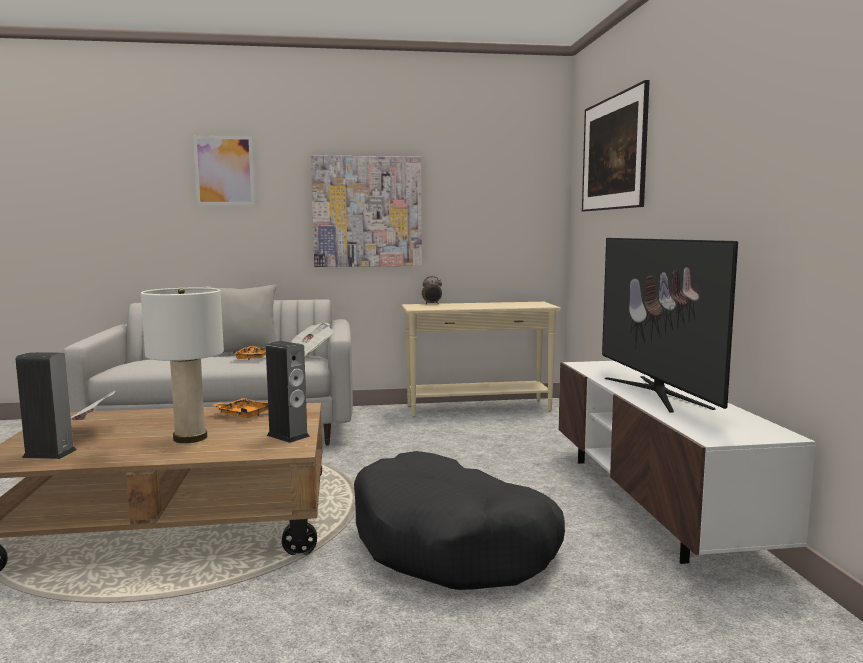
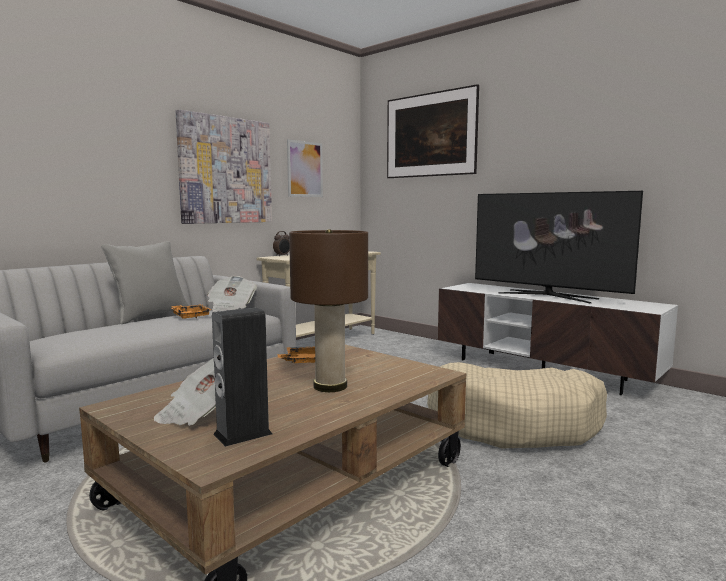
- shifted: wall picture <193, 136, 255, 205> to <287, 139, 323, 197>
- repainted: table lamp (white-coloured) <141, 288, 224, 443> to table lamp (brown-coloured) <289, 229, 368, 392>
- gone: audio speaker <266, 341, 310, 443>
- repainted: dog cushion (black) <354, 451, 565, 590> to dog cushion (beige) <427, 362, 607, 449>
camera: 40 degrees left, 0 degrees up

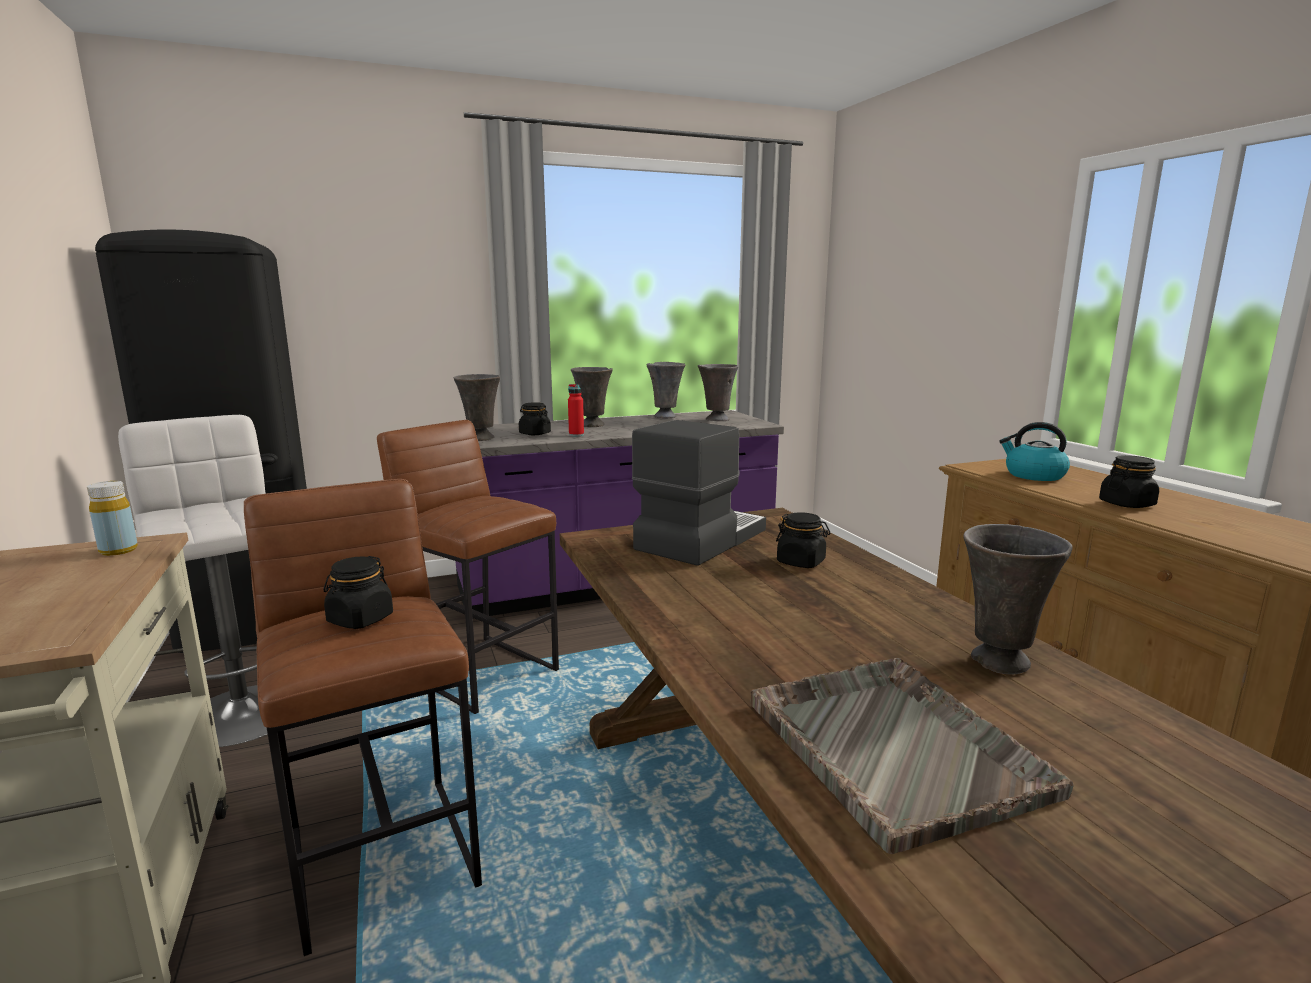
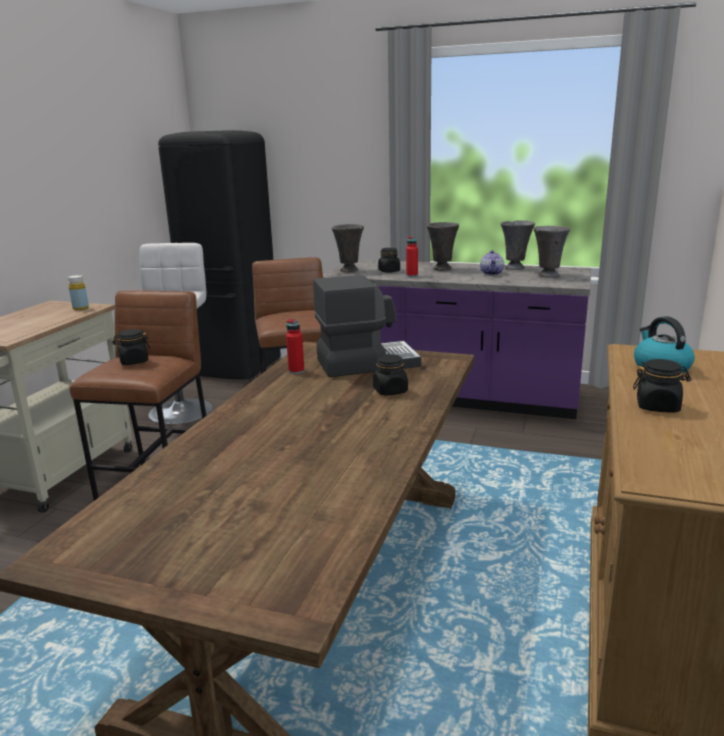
- gone: flower vase (gray) <963, 524, 1073, 675>
- gone: tray (gray) <750, 658, 1074, 854>
- new: pot for tea <480, 250, 504, 275>
- new: drink bottle (reddish) <286, 319, 304, 374>
camera: 40 degrees right, 5 degrees up

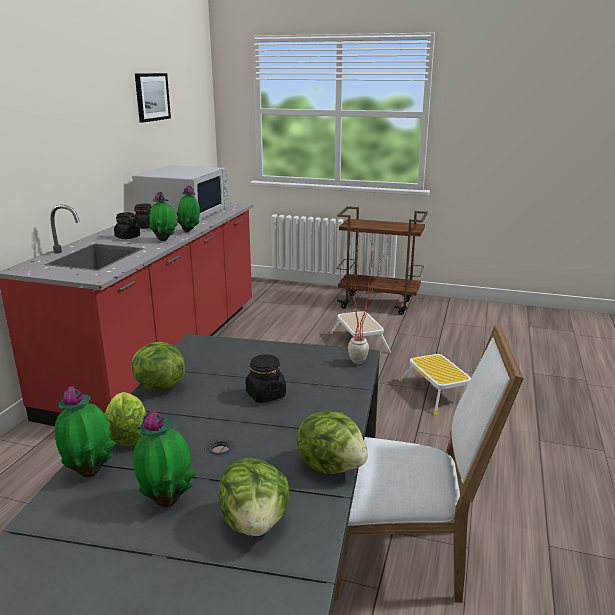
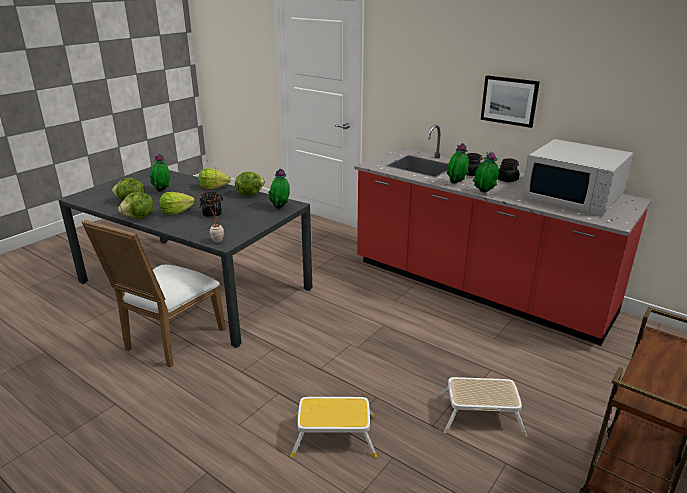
- shifted: wall picture <135, 73, 171, 123> to <481, 75, 540, 128>
- shifted: houseplant <55, 386, 116, 477> to <268, 169, 290, 209>
- new: head of lettuce <159, 192, 195, 215>
camera: 110 degrees right, 5 degrees up

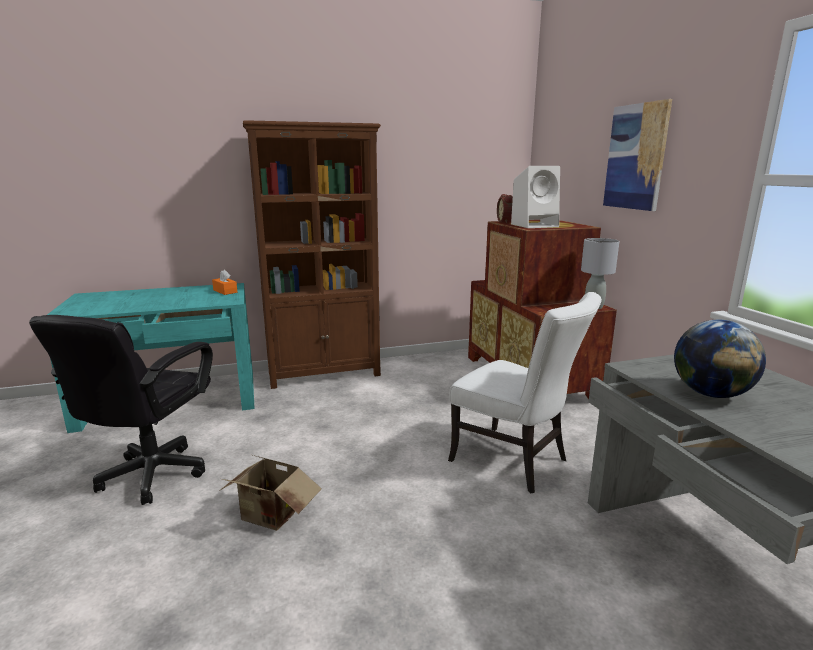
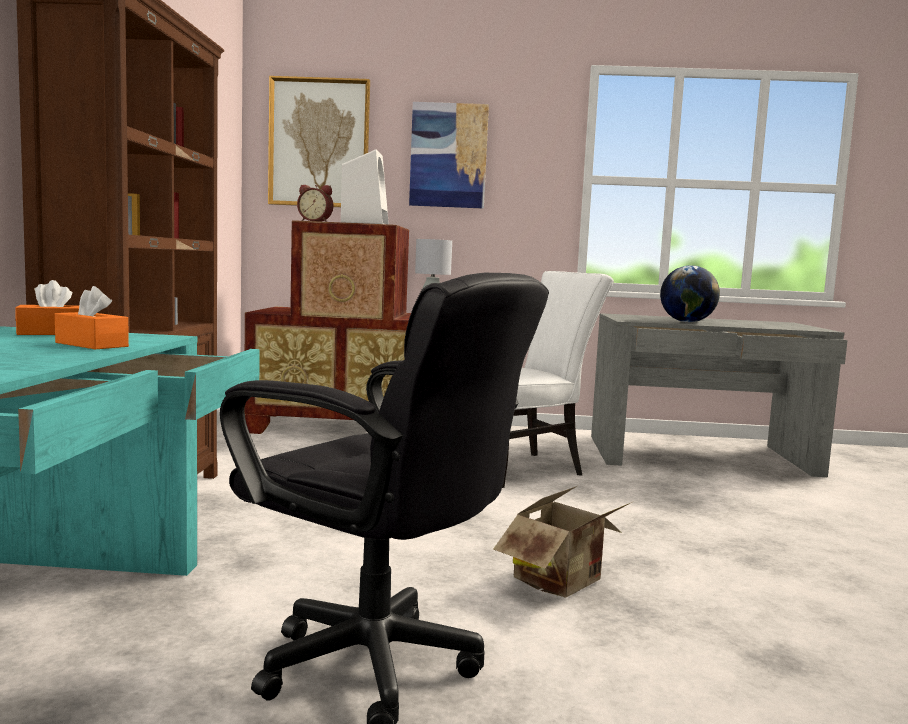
- new: wall picture <268, 76, 370, 207>
- new: tissue box (orange) <55, 286, 129, 349>
camera: 70 degrees left, 10 degrees down

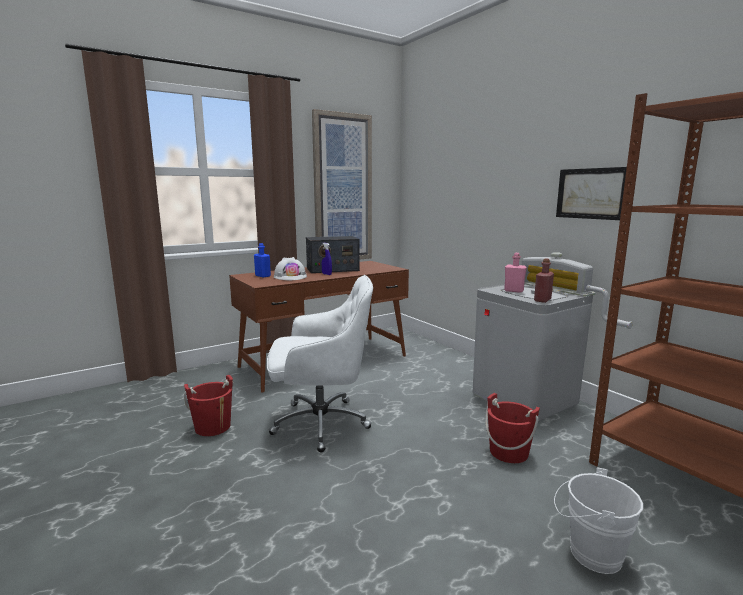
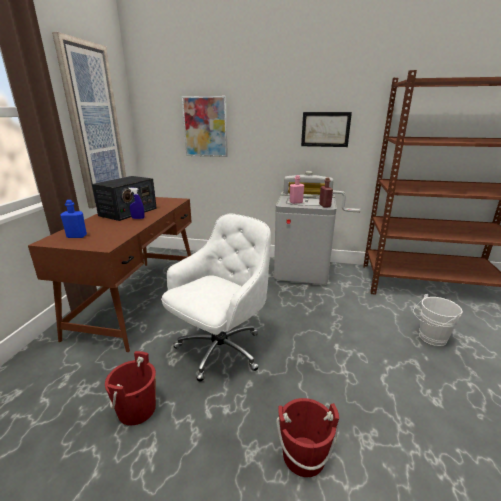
- gone: work helmet (white-coloured) <274, 257, 307, 280>
- shifted: water bucket (reddish) <485, 393, 540, 463> to <276, 398, 339, 477>
- new: wall picture <182, 96, 228, 157>
camera: 45 degrees left, 10 degrees up

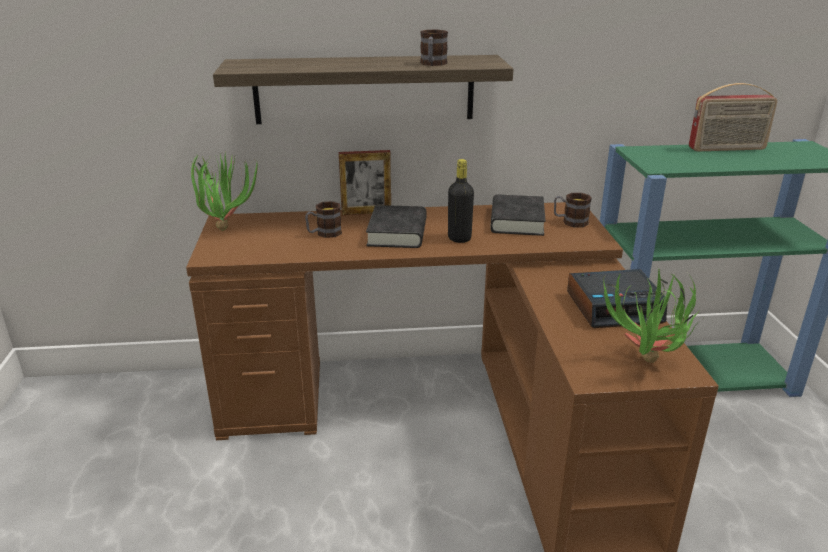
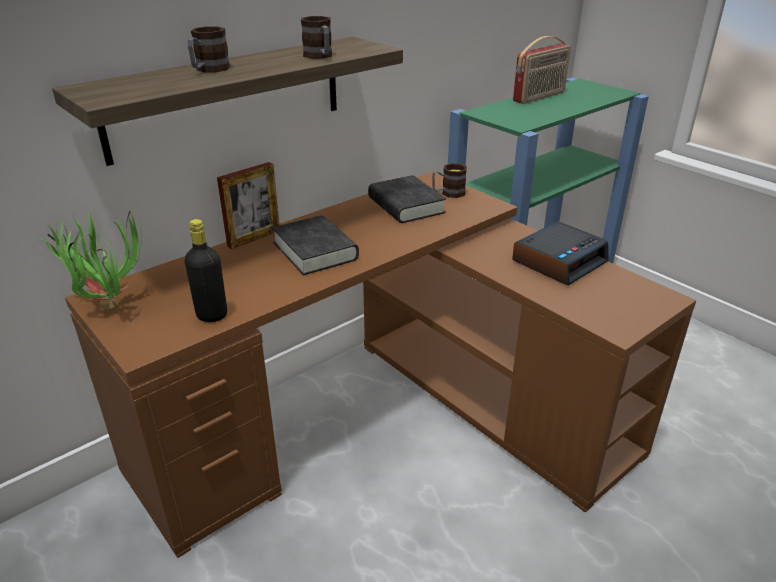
- shifted: drink bottle (black) <448, 159, 474, 243> to <184, 219, 227, 322>
- shifted: tea mug <305, 201, 342, 238> to <188, 26, 230, 72>
- gone: houseplant <603, 269, 700, 363>
camera: 35 degrees left, 5 degrees up

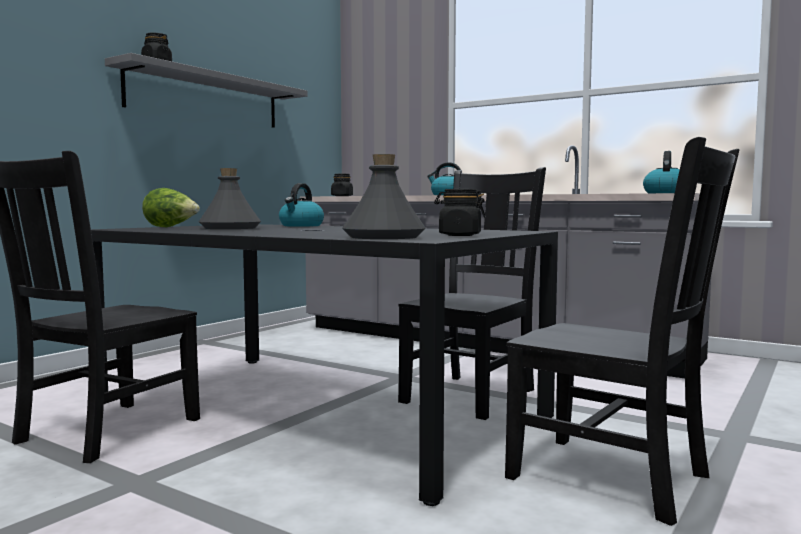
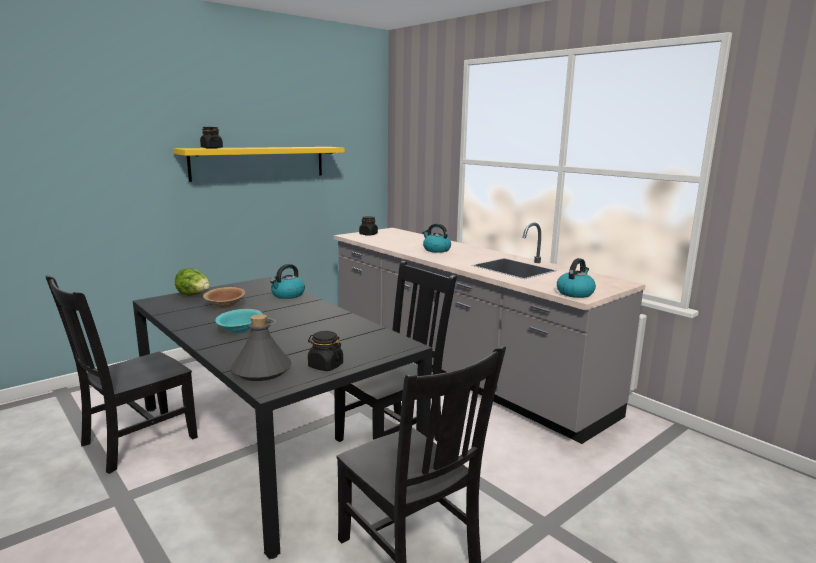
- repainted: wall shelf (gray) <105, 53, 308, 128> to wall shelf (yellowish) <173, 147, 345, 182>
- swapped: drink bottle (gray) <199, 168, 261, 229> to bowl (brown-coloured) <203, 287, 246, 308>
- new: bowl (blue-green) <215, 309, 263, 333>
camera: 15 degrees right, 10 degrees up

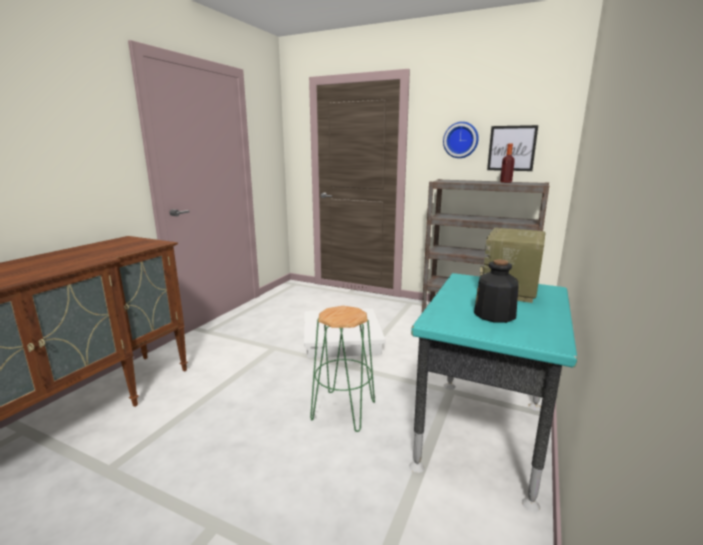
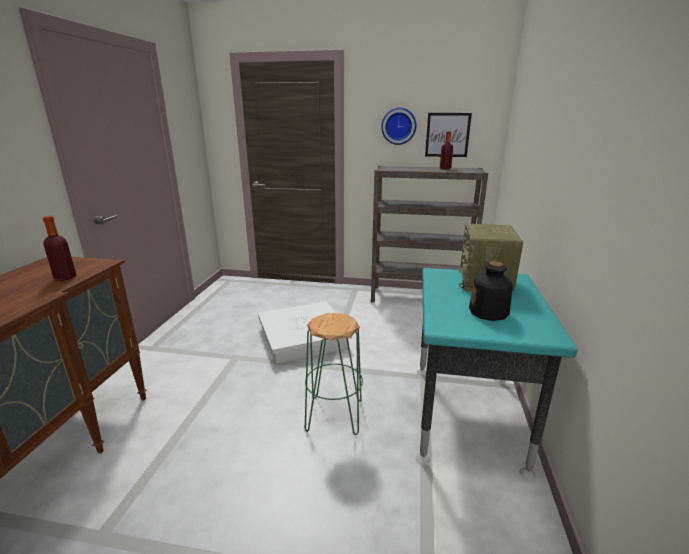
- new: drink bottle <43, 216, 76, 281>
camera: 15 degrees left, 5 degrees up

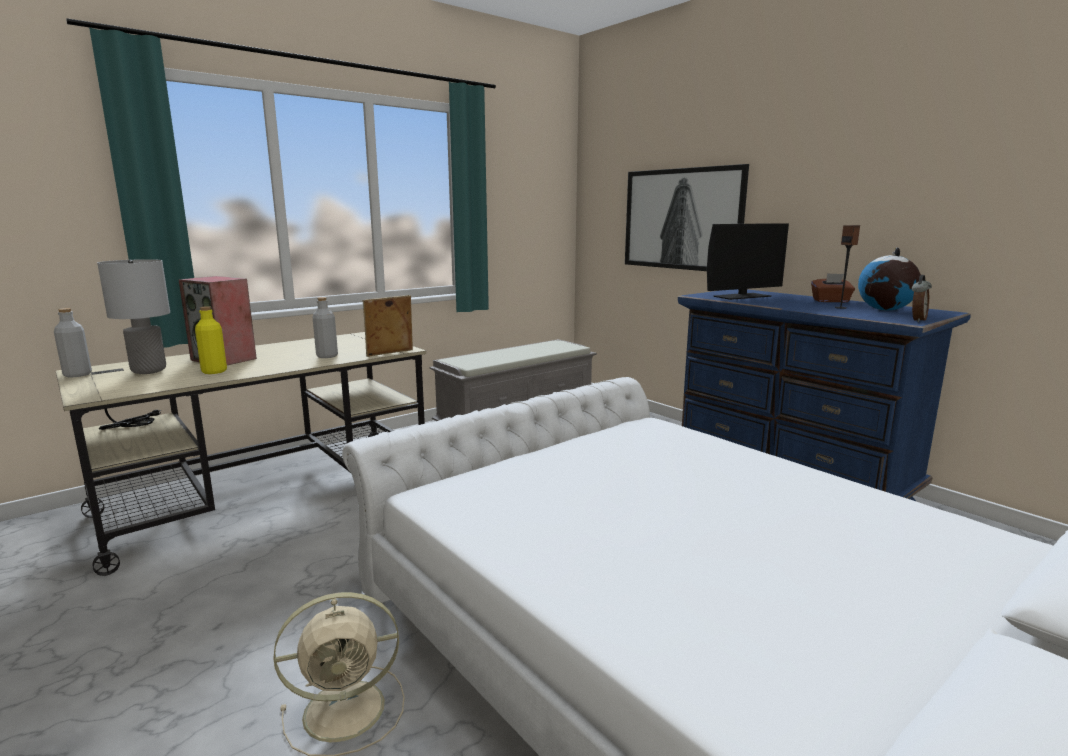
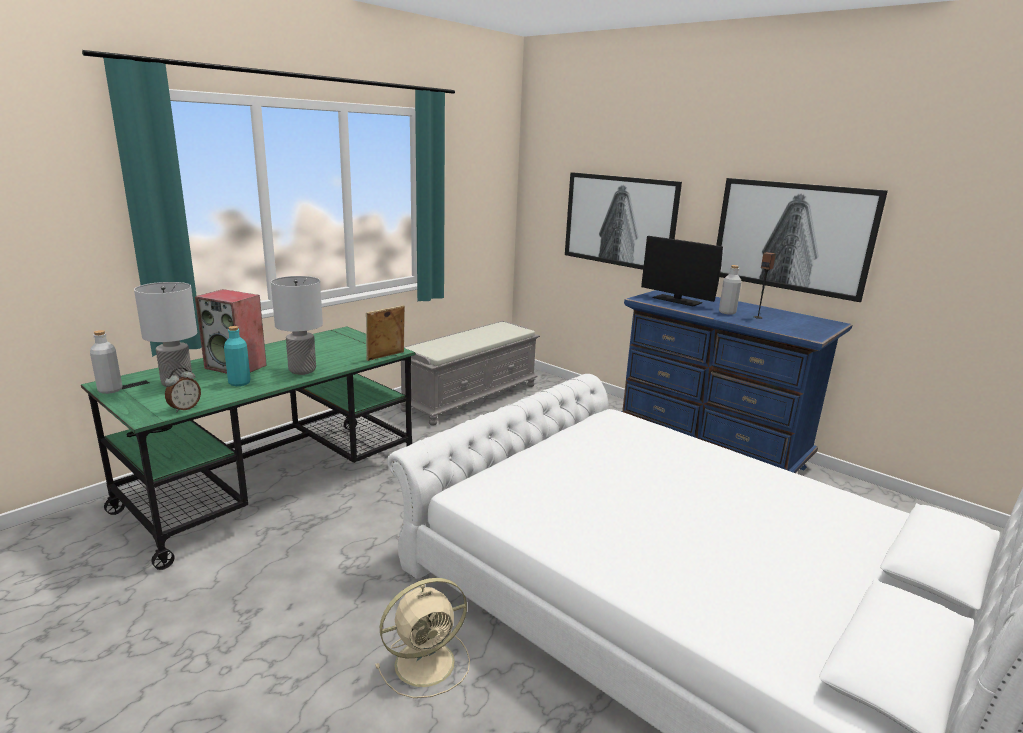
- rotated: monitor <707, 223, 789, 300> = <641, 236, 723, 306> 75 degrees clockwise
- gone: globe <858, 247, 921, 311>
- gone: tissue box (brown-coloured) <811, 273, 855, 302>
- shifted: alarm clock <912, 275, 932, 322> to <165, 367, 201, 412>
- shifted: drink bottle (gray) <312, 297, 338, 358> to <719, 265, 741, 315>
- repainted: drink bottle (yellowish) <195, 306, 227, 374> to drink bottle (blue-green) <224, 326, 251, 386>
- repainted: desk table (beige) <56, 332, 426, 576> to desk table (greenish) <81, 327, 415, 570>
- new: wall picture <716, 178, 888, 302>
- new: table lamp (gray) <271, 276, 323, 375>
camera: 10 degrees left, 5 degrees up

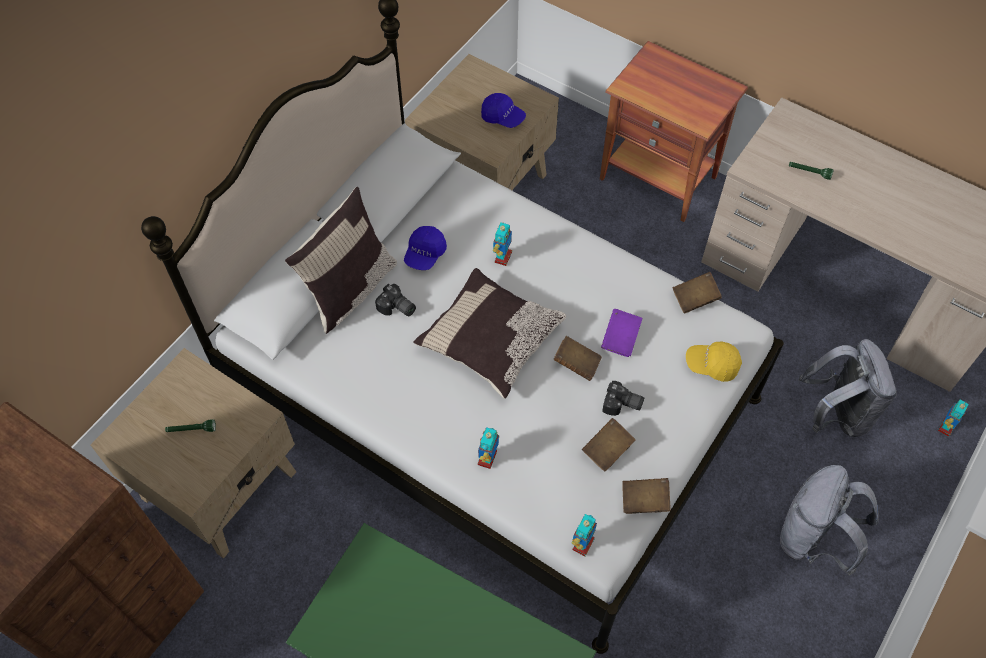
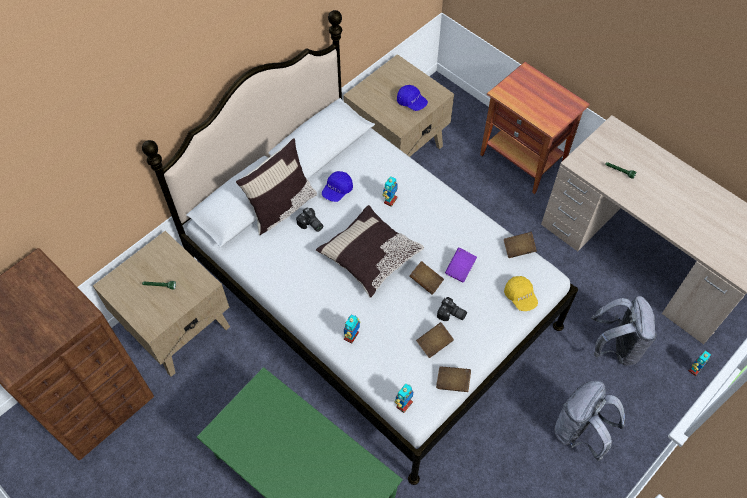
- rotated: baseball cap (yellowish) <686, 341, 742, 382> = <504, 276, 538, 311> 135 degrees counterclockwise
camera: 10 degrees right, 0 degrees up

